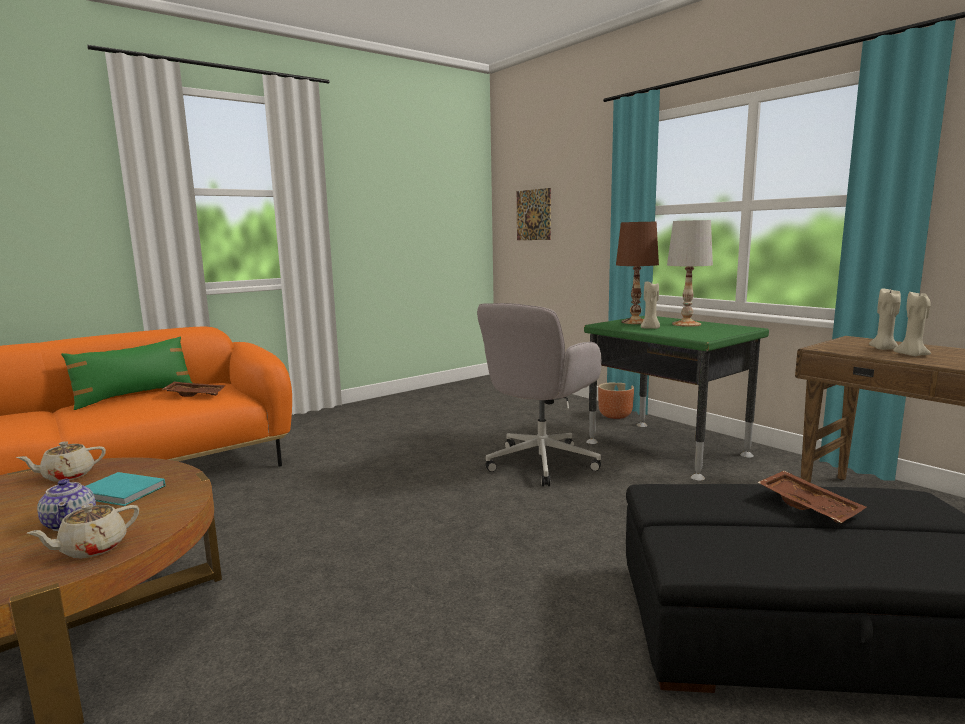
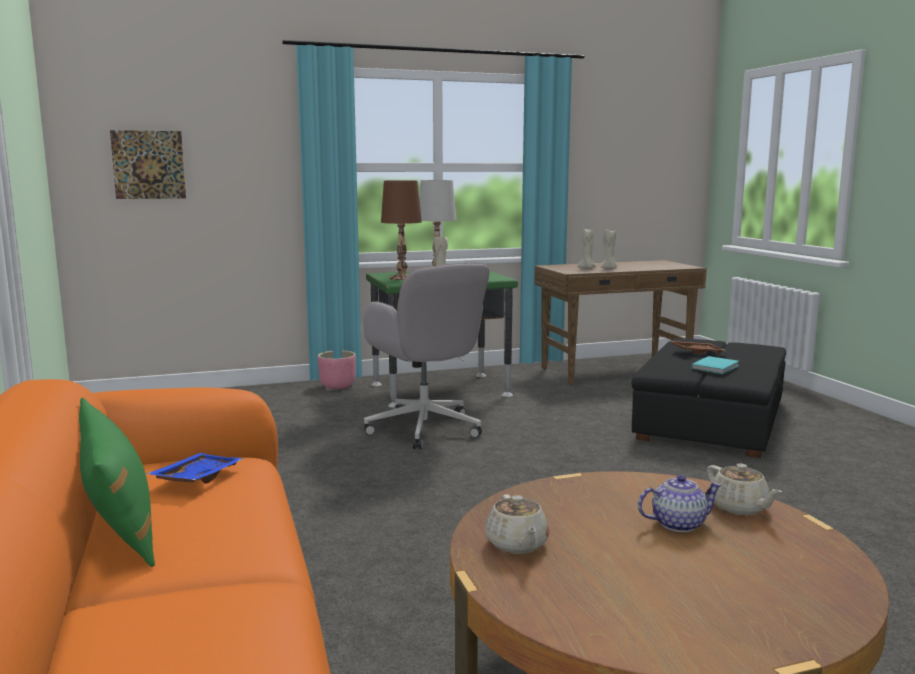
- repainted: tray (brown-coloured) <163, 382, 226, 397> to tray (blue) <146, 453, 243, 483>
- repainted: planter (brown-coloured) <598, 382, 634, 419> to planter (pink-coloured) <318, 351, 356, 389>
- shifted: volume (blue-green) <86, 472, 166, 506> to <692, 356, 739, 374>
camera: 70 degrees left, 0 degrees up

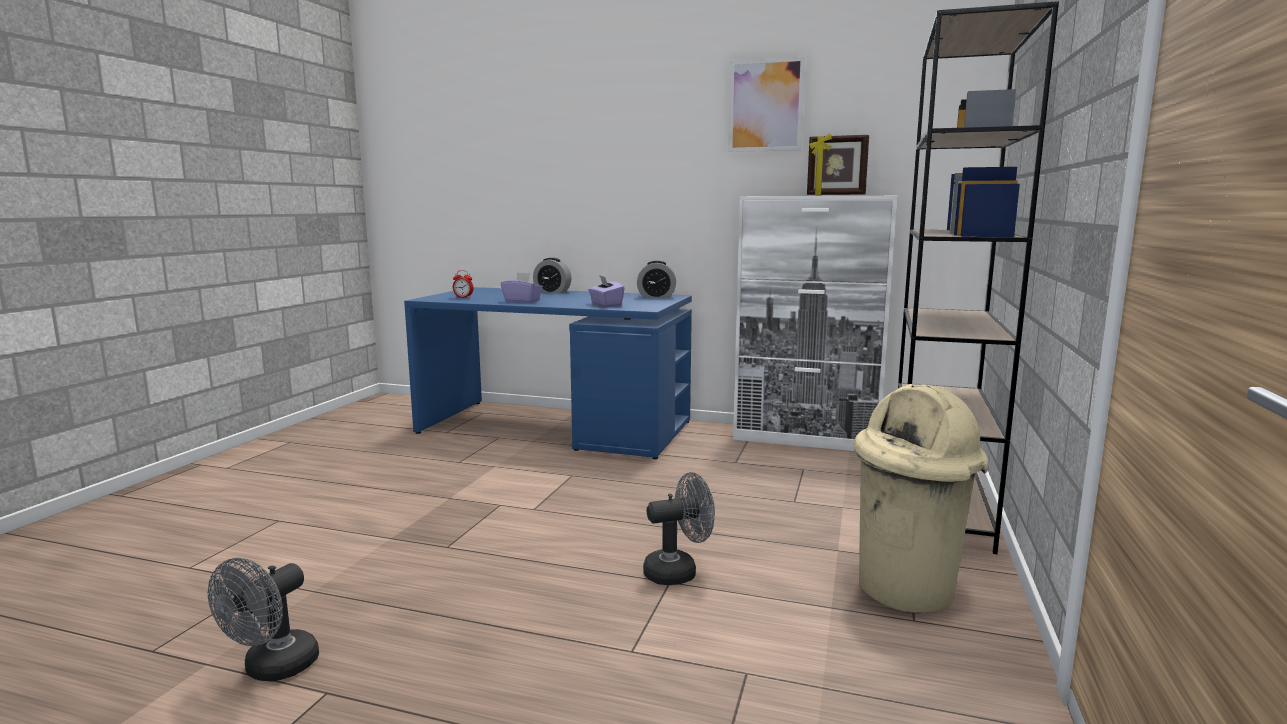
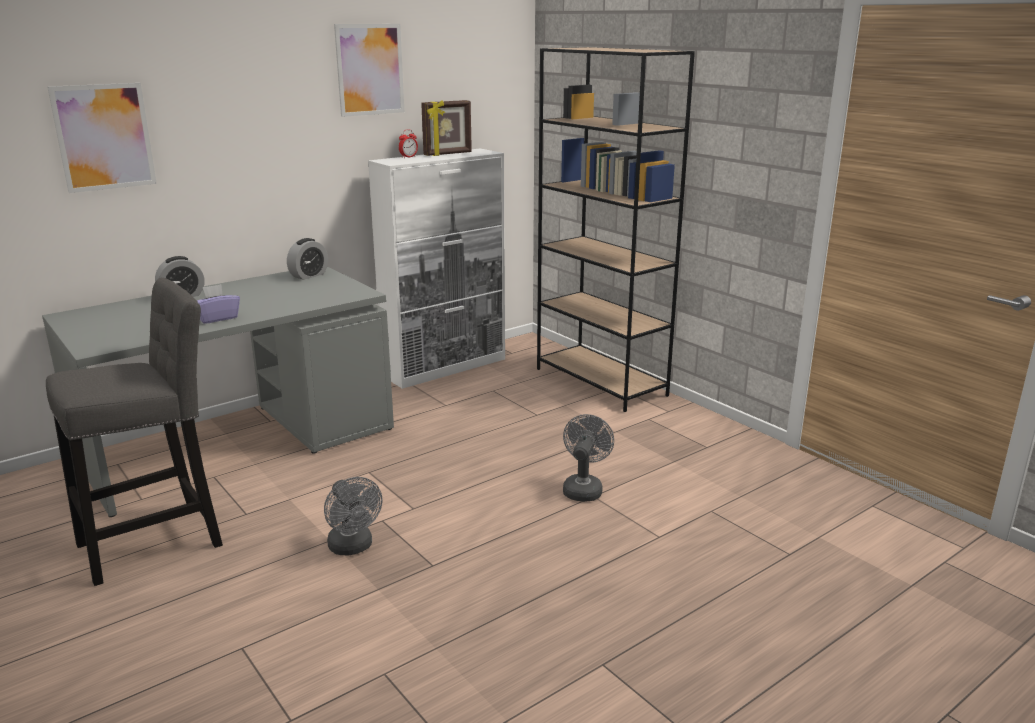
- shifted: alarm clock <453, 270, 473, 298> to <399, 130, 418, 158>
- gone: tissue box (purple) <588, 275, 625, 307>
- repainted: desk table (blue) <404, 287, 692, 459> to desk table (gray) <42, 267, 394, 517>
- gone: trash can (beige) <853, 384, 989, 613>
- shifted: fan (gray) <208, 558, 319, 682> to <324, 477, 383, 555>
- new: wall picture <47, 83, 157, 193>
- new: stool (gray) <46, 278, 223, 586>
camera: 55 degrees left, 10 degrees up

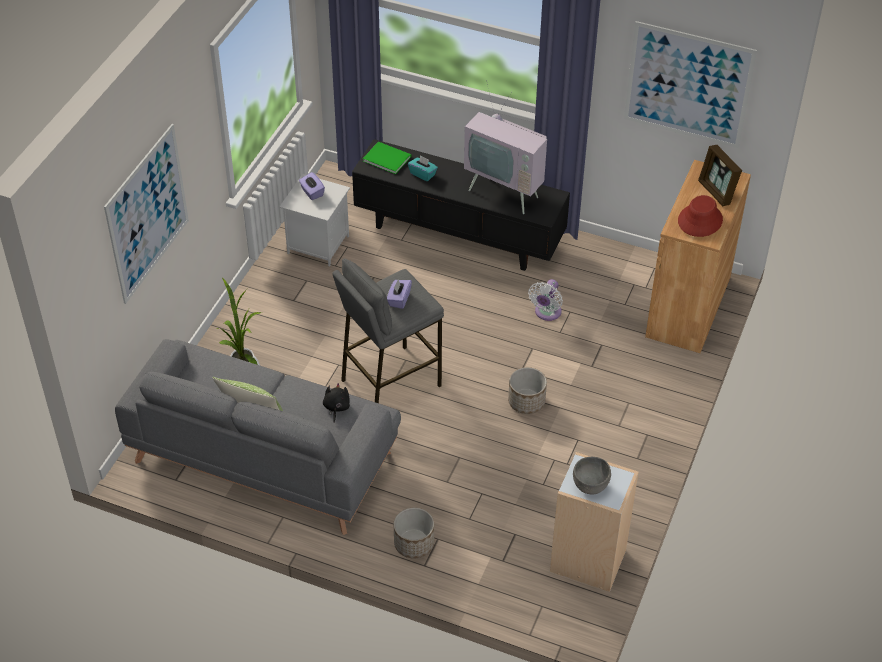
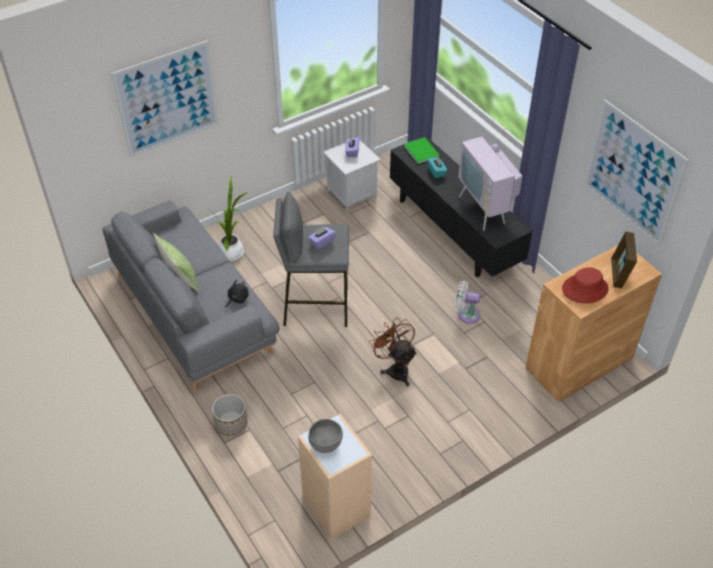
- rotated: fan (white-coloured) <528, 279, 563, 321> = <455, 281, 481, 324> 45 degrees clockwise
- swapped: planter <508, 367, 547, 414> to fan (brown-coloured) <369, 317, 417, 386>
camera: 35 degrees right, 0 degrees up

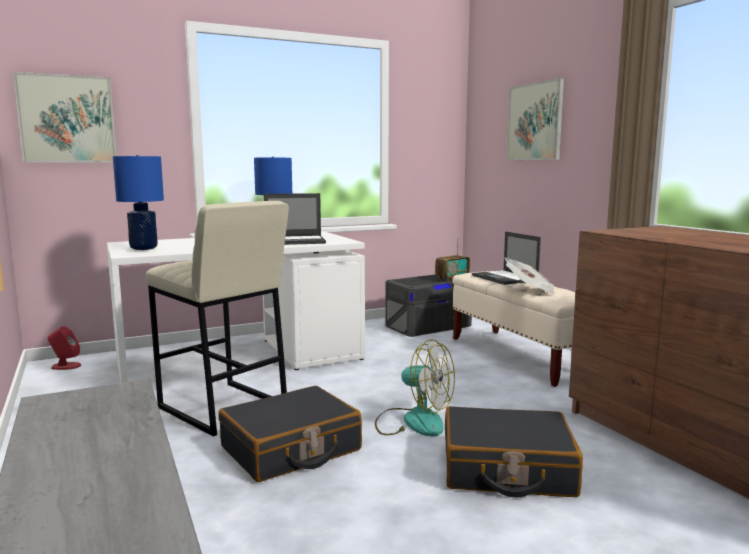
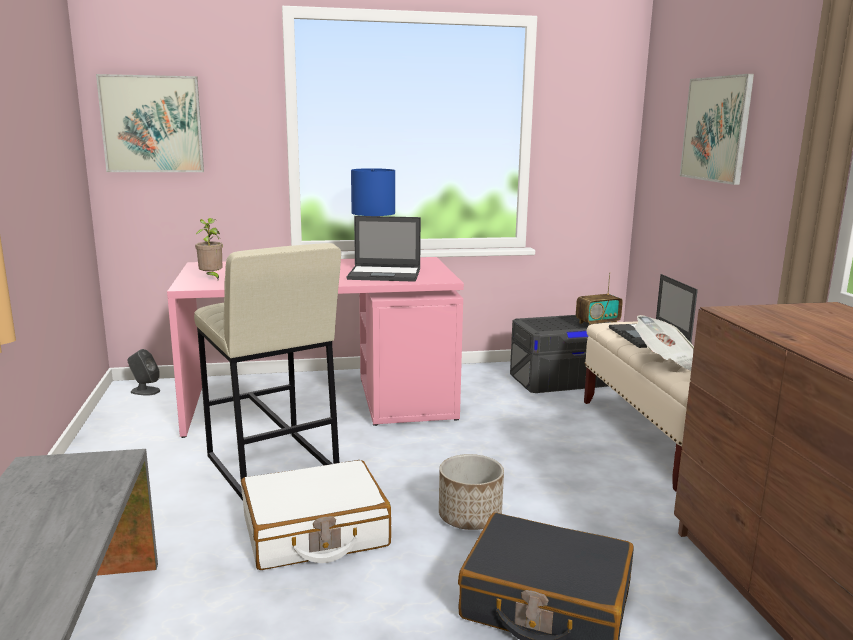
- swapped: table lamp (blue) <113, 155, 164, 250> to houseplant <195, 218, 223, 279>
- repainted: desk table (white-coloured) <107, 231, 365, 383> to desk table (pink-coloured) <167, 257, 464, 438>
- repainted: audio speaker (reddish) <48, 326, 81, 370> to audio speaker (gray) <127, 349, 160, 396>
- swapped: fan <375, 339, 455, 437> to planter <439, 454, 504, 530>
- repainted: suitcase (black) <219, 386, 362, 482> to suitcase (white-coloured) <241, 460, 391, 570>
camera: 15 degrees right, 5 degrees up

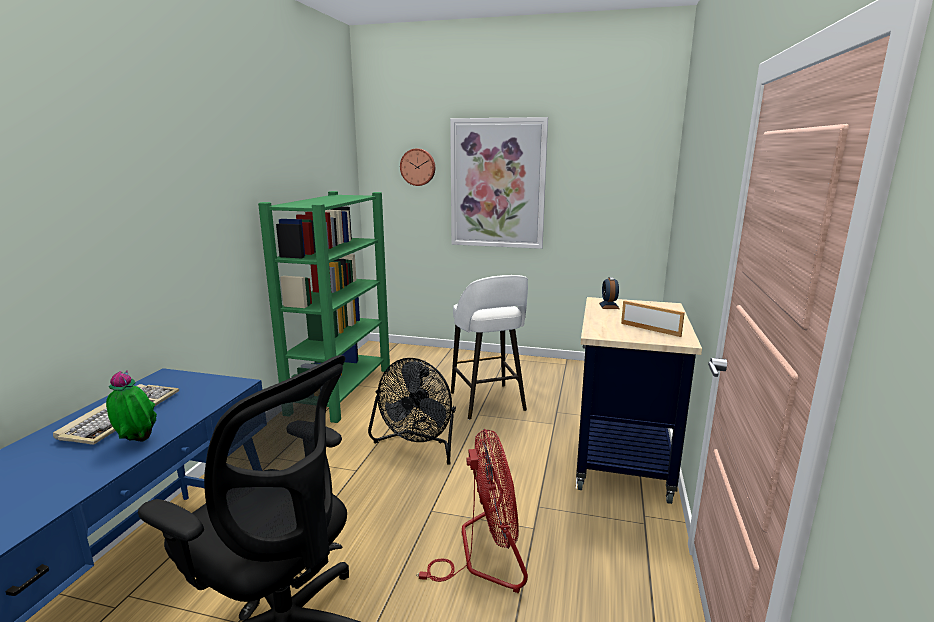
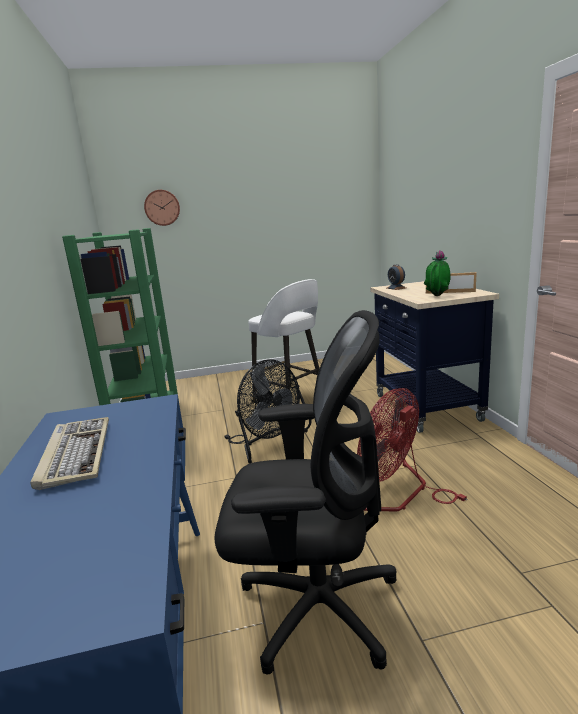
- gone: wall picture <450, 117, 548, 249>
- rotated: fan (black) <368, 358, 456, 464> = <225, 359, 312, 463> 45 degrees counterclockwise
- shifted: houseplant <106, 370, 157, 442> to <424, 250, 450, 296>
- rotated: fan (reddish) <416, 429, 528, 593> = <357, 388, 468, 511> 105 degrees counterclockwise
camera: 25 degrees left, 0 degrees up

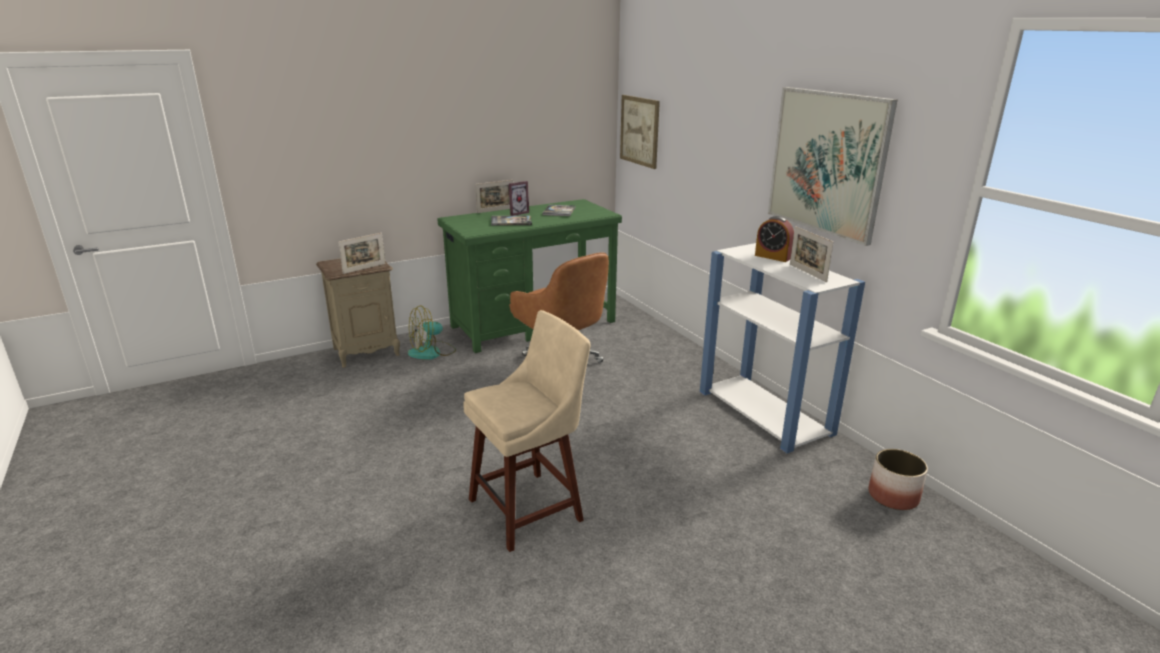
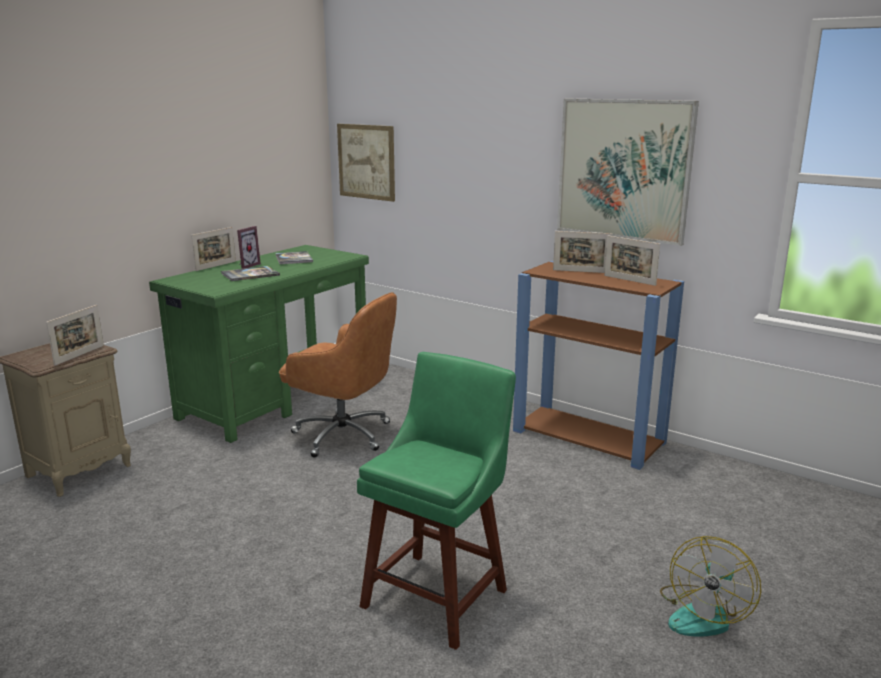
- swapped: alarm clock <755, 216, 794, 262> to picture frame <553, 231, 612, 273>
- repainted: bookcase (white-coloured) <700, 243, 865, 453> to bookcase (brown-coloured) <513, 261, 684, 470>
- shifted: fan <408, 305, 456, 360> to <660, 536, 761, 637>
- repainted: chair (beige) <464, 310, 590, 552> to chair (greenish) <357, 352, 516, 650>
- gone: planter <868, 449, 928, 510>
camera: 25 degrees left, 5 degrees down

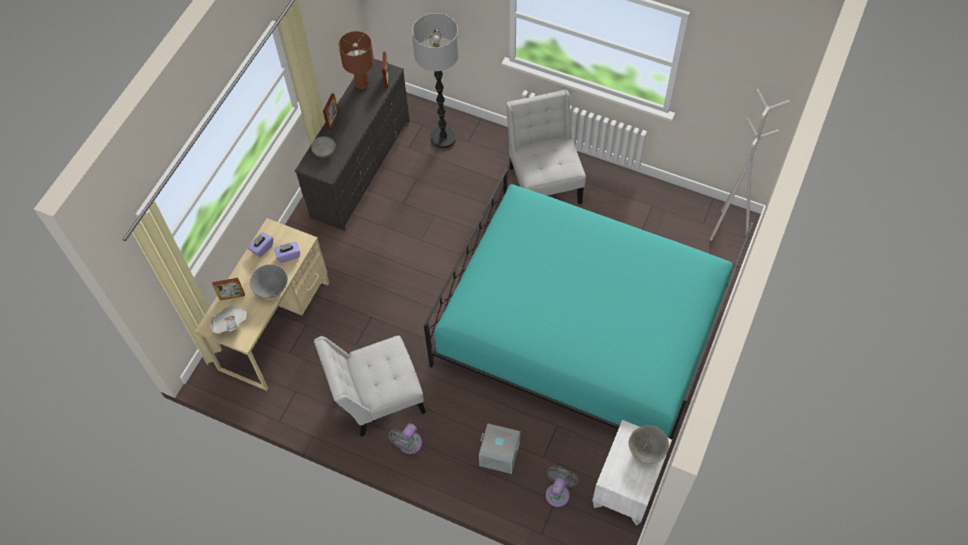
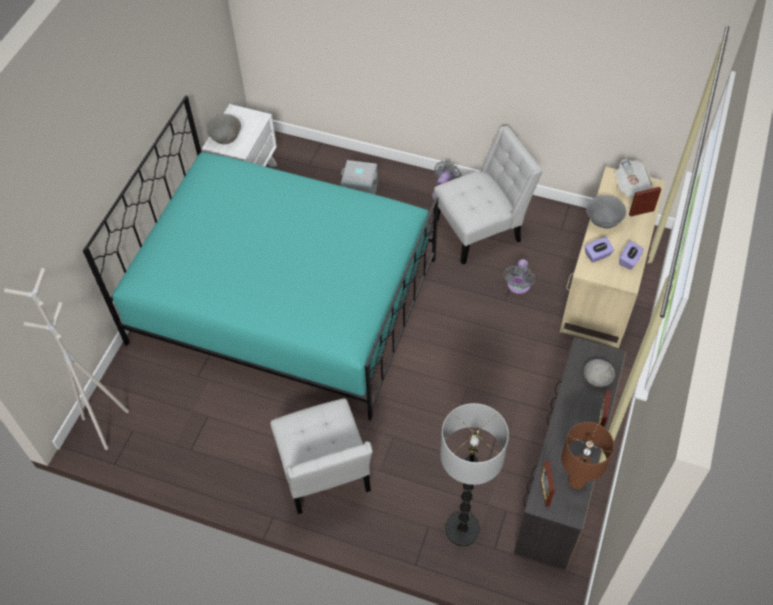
- shifted: fan (gray) <546, 466, 579, 507> to <504, 259, 535, 294>
camera: 175 degrees right, 5 degrees down

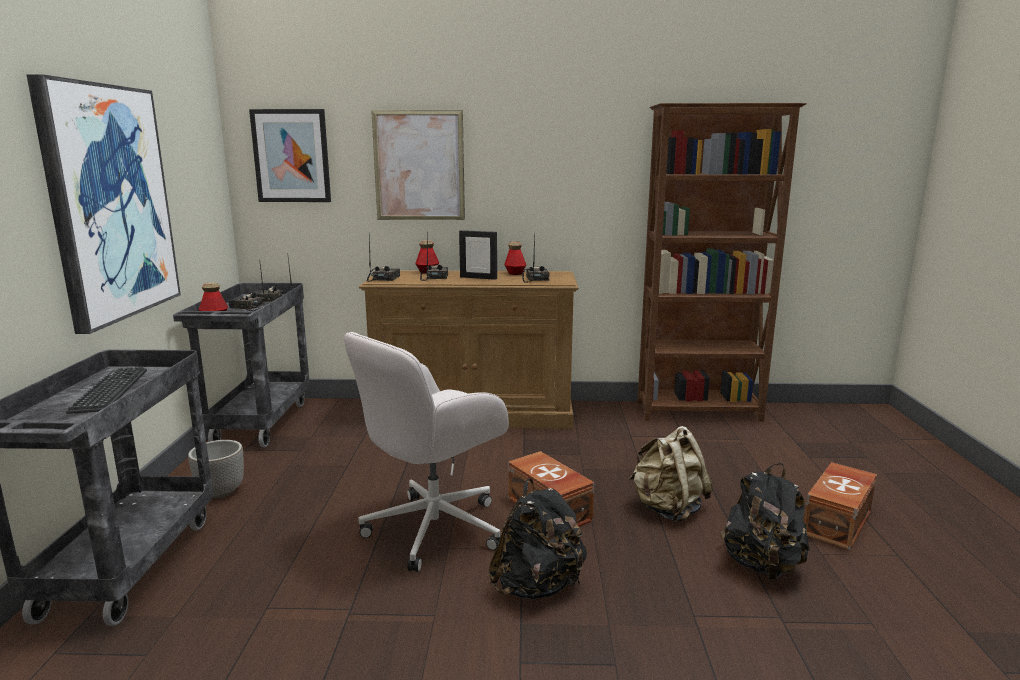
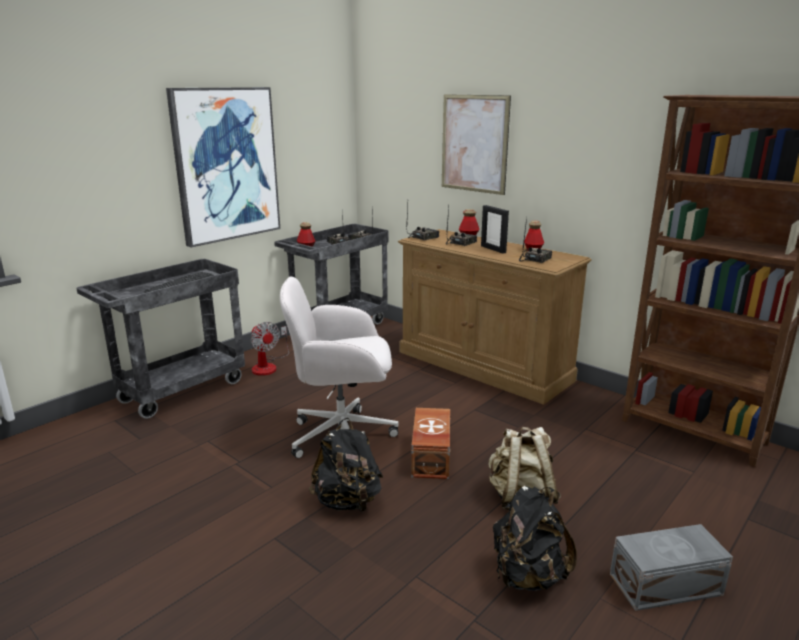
- gone: wall picture <249, 109, 331, 202>
- swapped: planter <188, 440, 244, 498> to fan <251, 322, 289, 376>
- repainted: storage bin (brown-coloured) <804, 462, 877, 550> to storage bin (gray) <610, 524, 733, 611>
camera: 40 degrees right, 5 degrees up

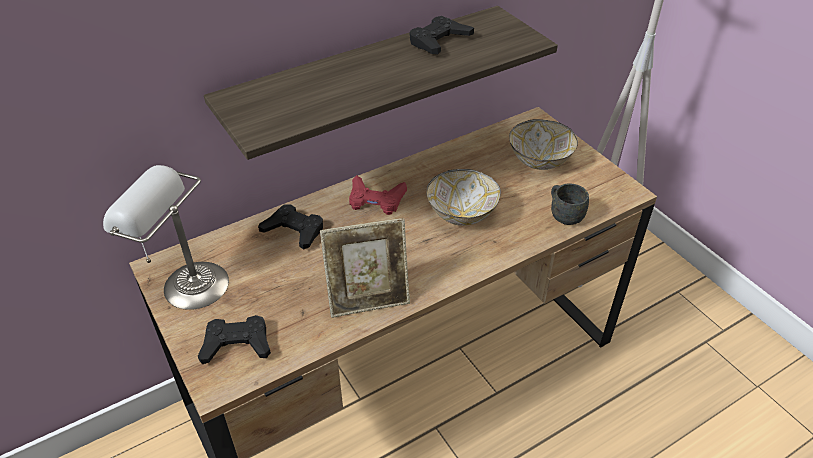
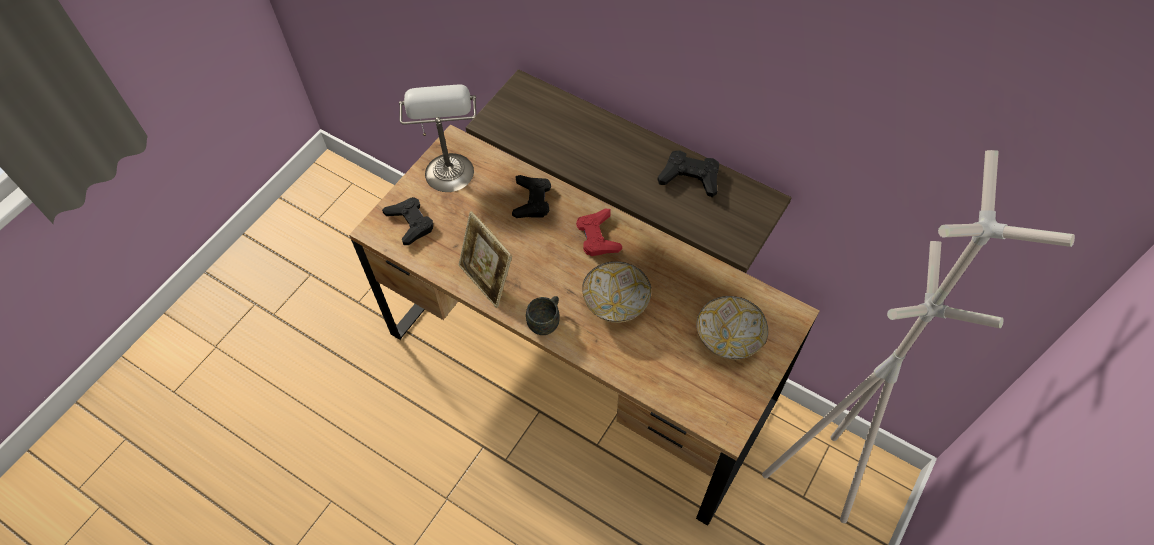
- shifted: tea mug (gray) <551, 184, 589, 225> to <526, 296, 560, 335>
camera: 65 degrees right, 15 degrees up

